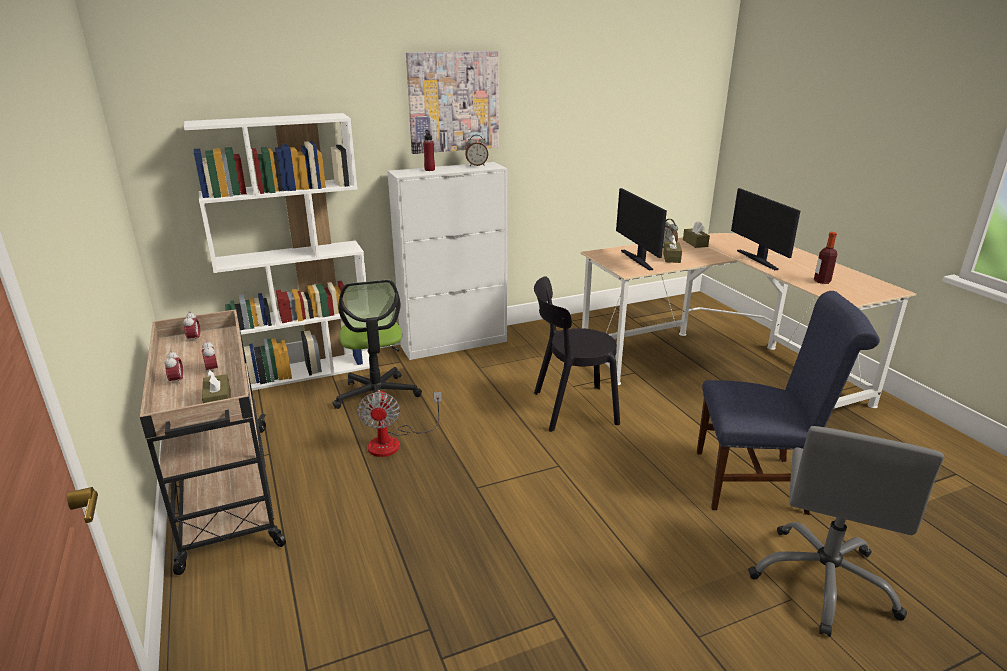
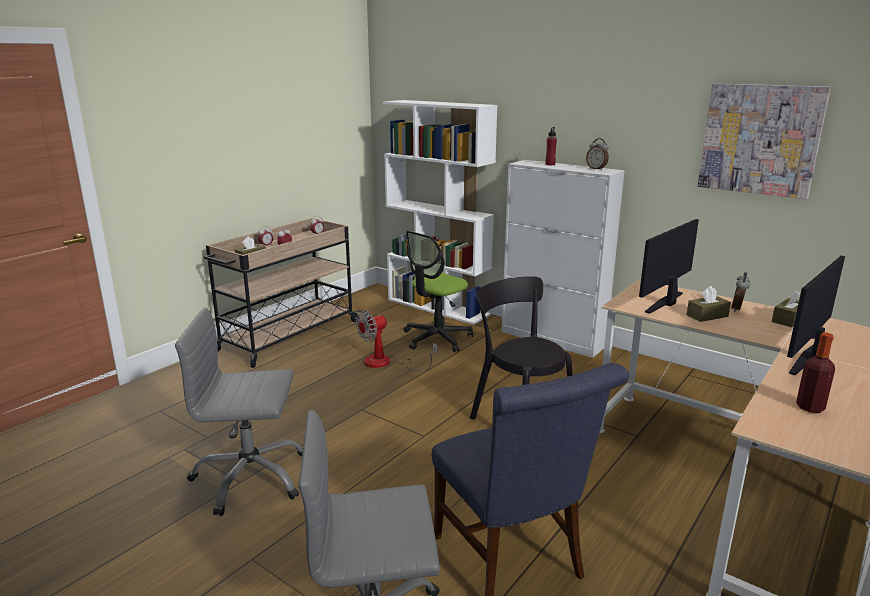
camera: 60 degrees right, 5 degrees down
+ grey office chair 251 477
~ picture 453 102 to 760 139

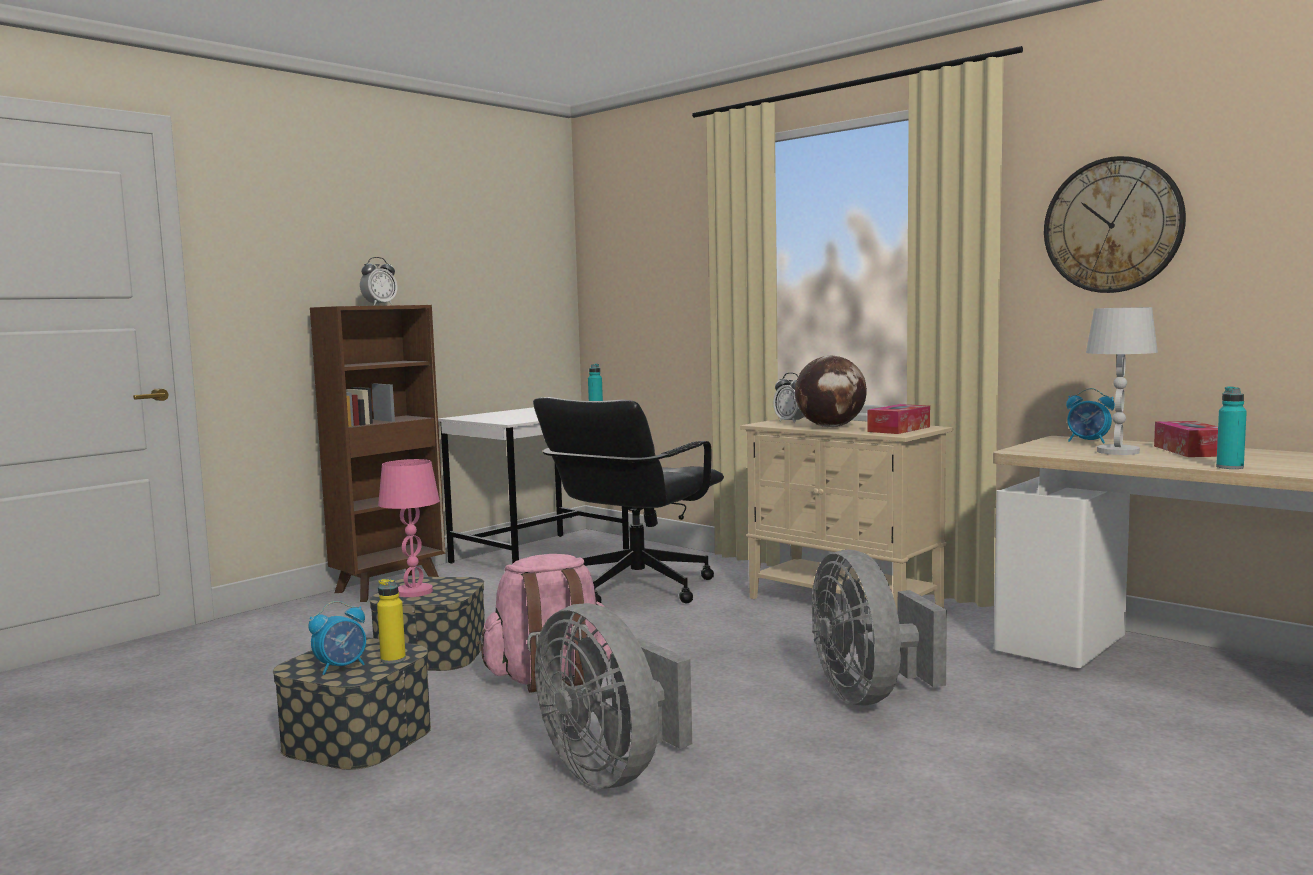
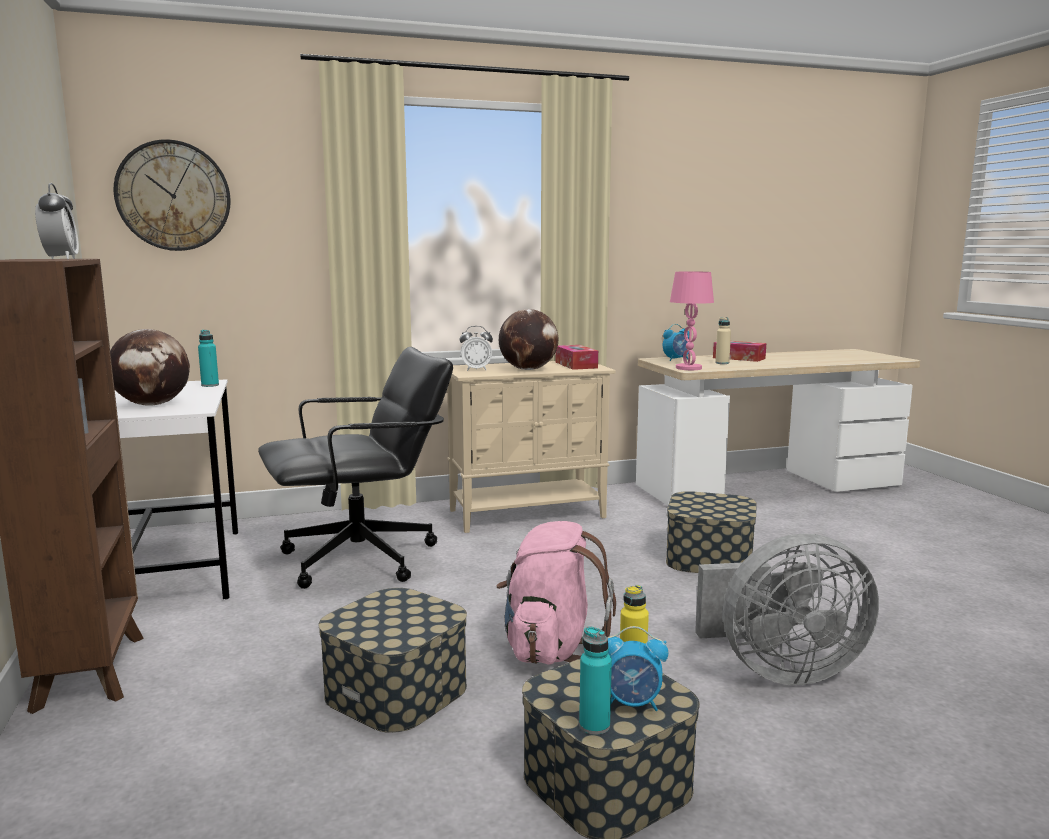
camera: 60 degrees left, 5 degrees up
+ globe 153 404
~ wall clock 1113 225 to 173 196
~ black office chair 635 588 = 362 559 90 degrees counterclockwise
~ turquoise bottle 1229 467 to 594 725
~ alarm clock 341 667 = 632 704 105 degrees clockwise
~ grey fan 869 695 to storage box 709 558
~ pink table lamp 414 592 to 688 368
~ white table lamp 1117 452 to beige bottle 722 363

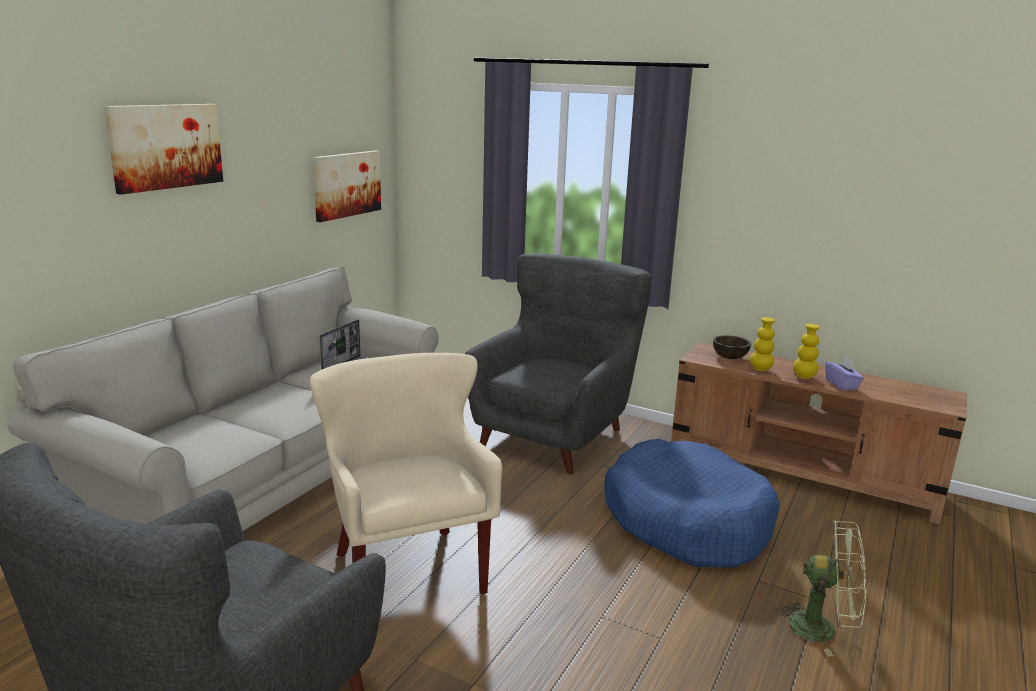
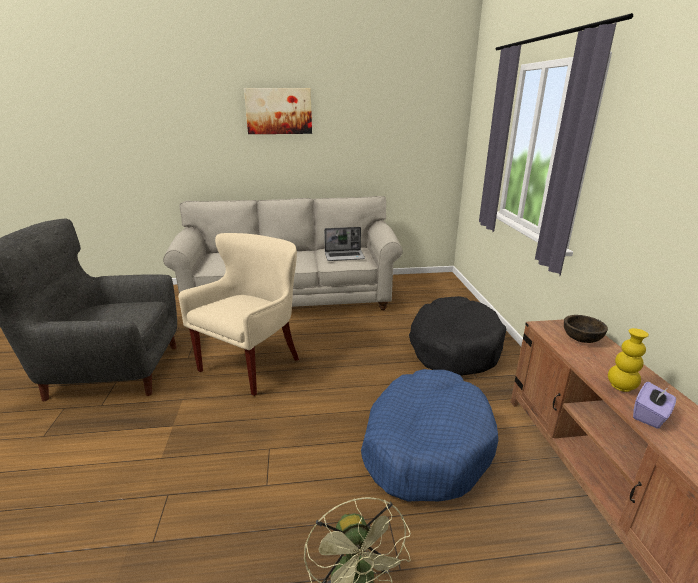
camera: 55 degrees right, 5 degrees up
~ grey armchair 554 435 to black dog bed 454 347
- picture 346 184
- yellow vase 760 369

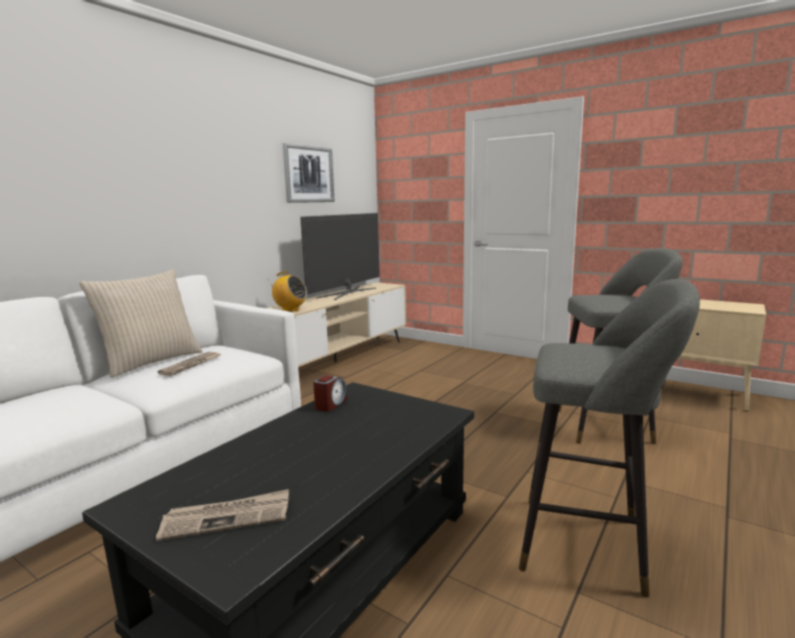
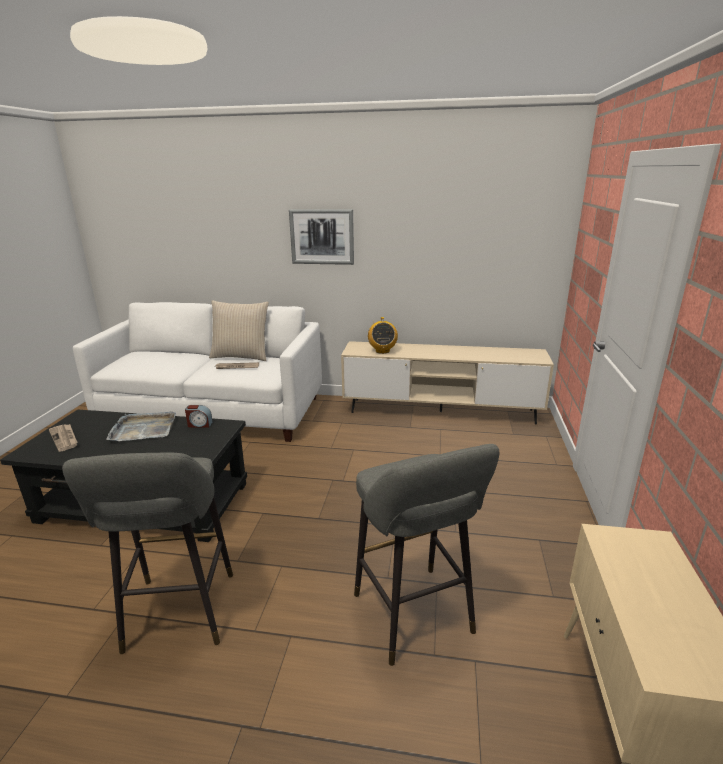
camera: 65 degrees right, 10 degrees up
+ grey tray 143 429
~ picture 309 174 to 322 237
- television 347 293

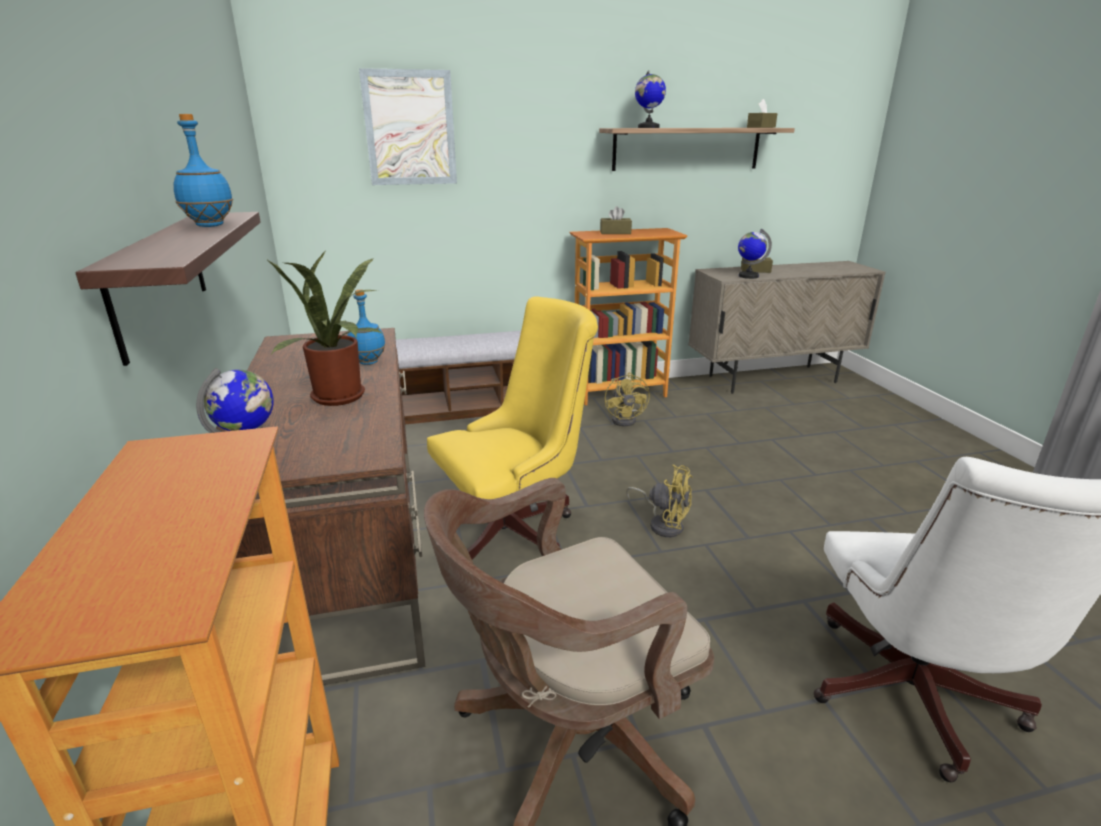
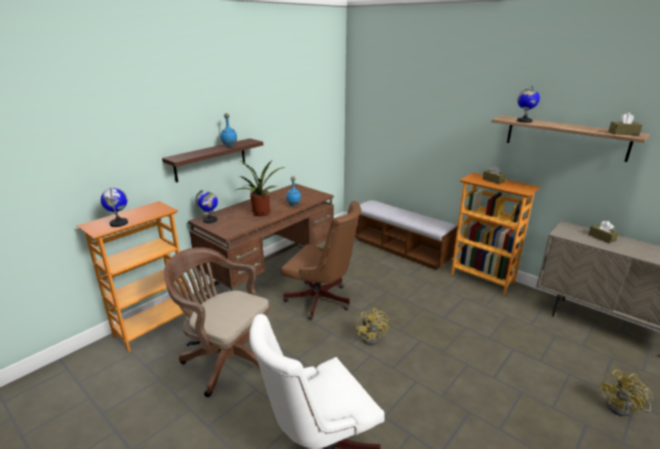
camera: 55 degrees right, 0 degrees up
~ globe 748 276 to 119 223
~ yellow office chair 515 531 to brown office chair 322 301
~ yellow fan 627 419 to 623 408
- picture 410 128

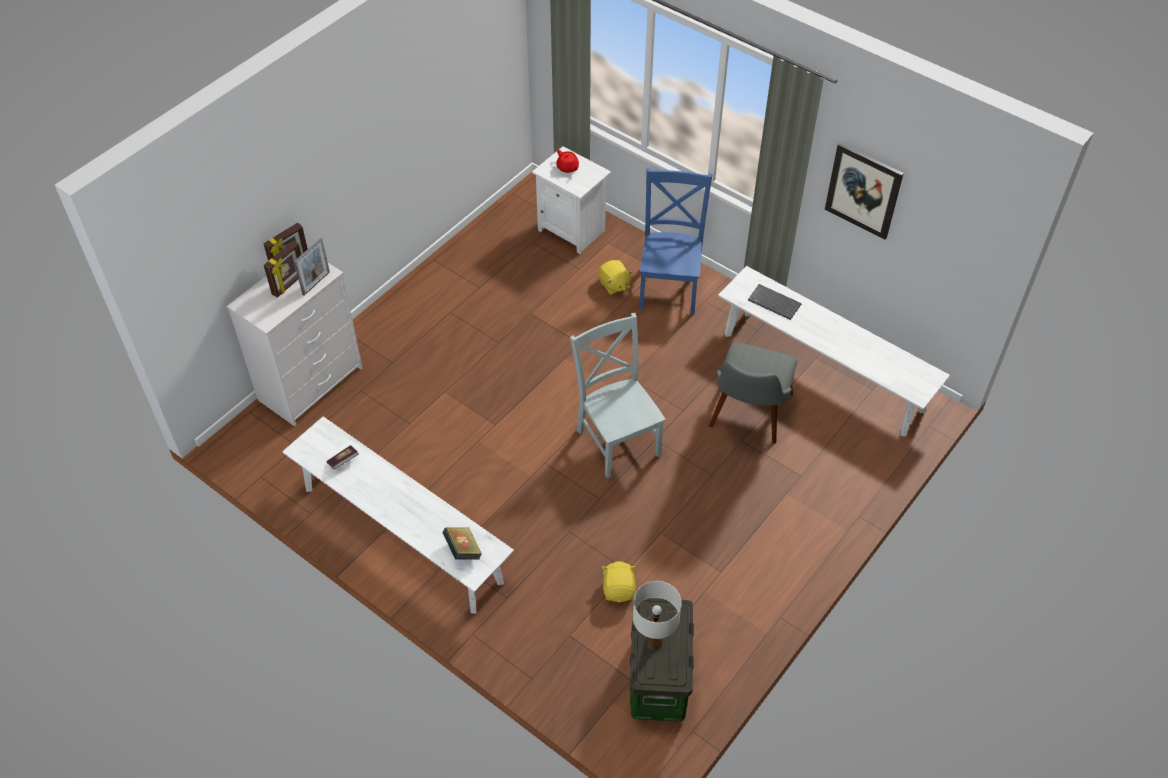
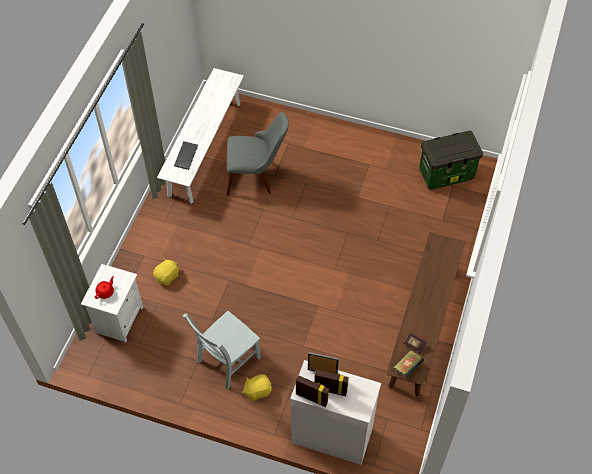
camera: 110 degrees left, 5 degrees up
~ grey chair 617 439 to 226 361
~ yellow plush toy 619 589 to 257 391
~ white bench 402 535 to brown bench 422 325
~ book 463 550 to 407 367
- white table lamp 654 641
- blue chair 670 287
- picture 863 190

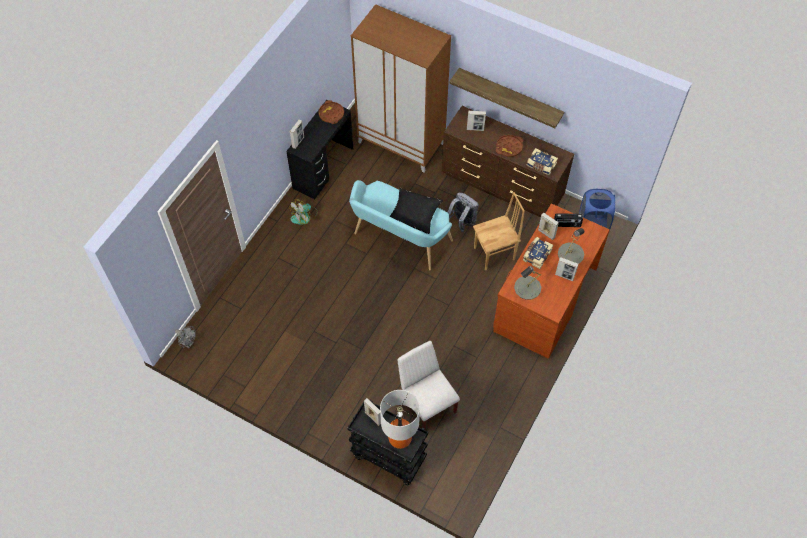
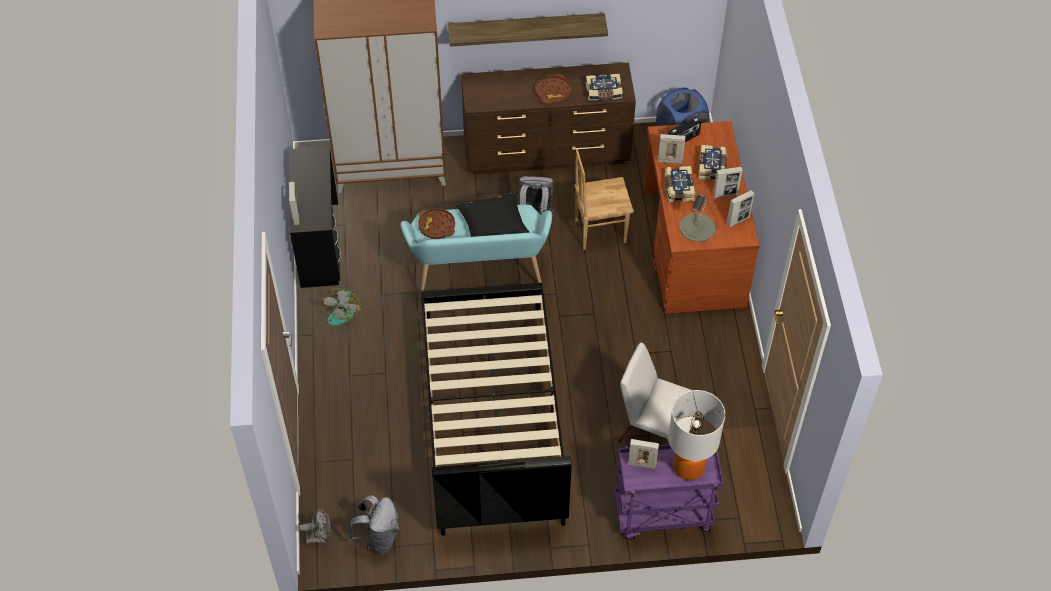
camera: 35 degrees left, 5 degrees down
+ grey backpack 378 538
~ brown tray 331 114 to 436 226
+ black bed 492 418
~ brown chair 495 254 = 599 230 135 degrees counterclockwise
~ black cart 387 457 to purple cart 662 515
~ grey table lamp 570 254 to book 712 167
~ picture frame 475 129 to 738 220

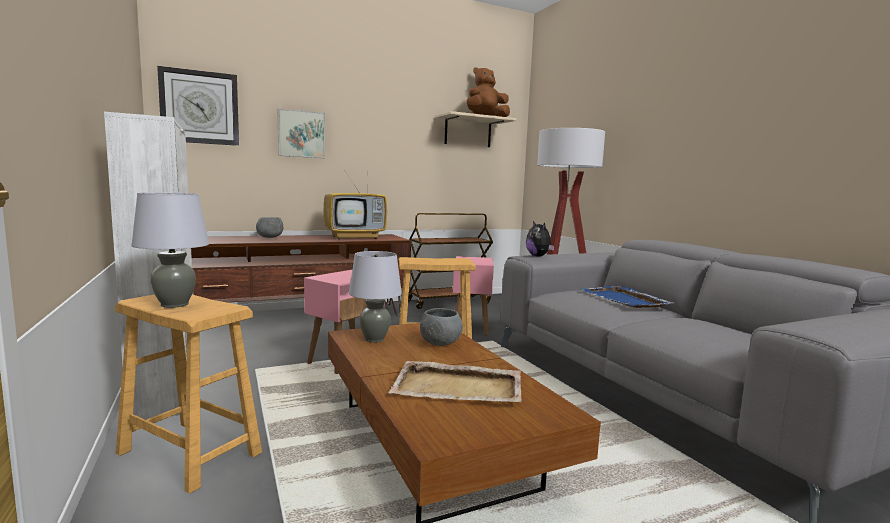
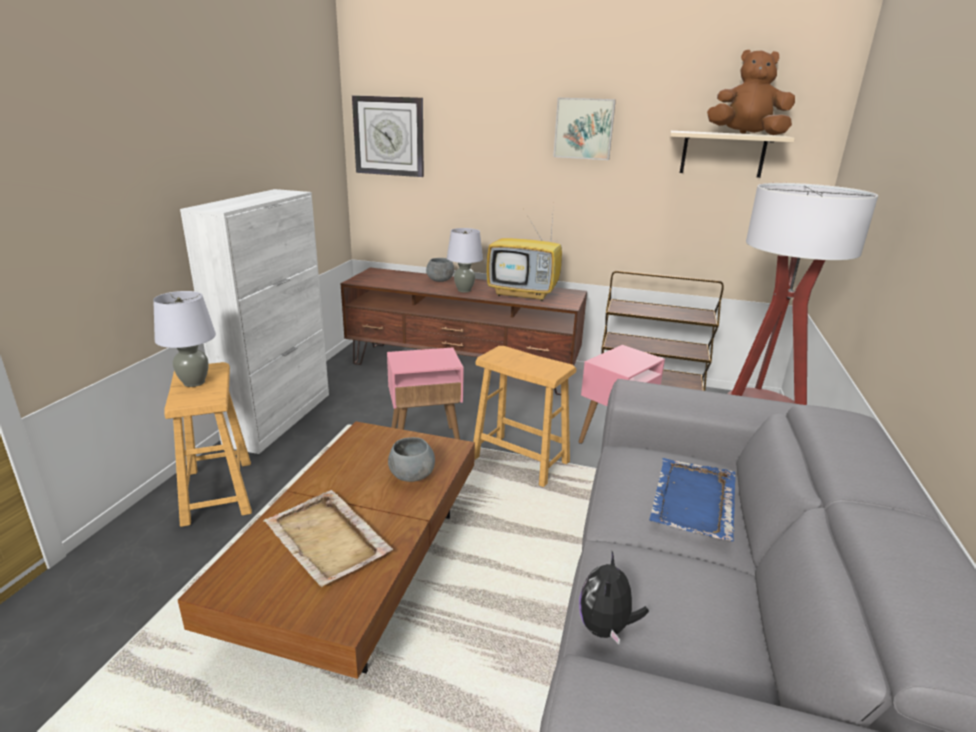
camera: 40 degrees right, 15 degrees up
~ grey table lamp 374 339 to 464 290
~ picture 301 134 to 584 128
~ plush toy 538 256 to 606 628

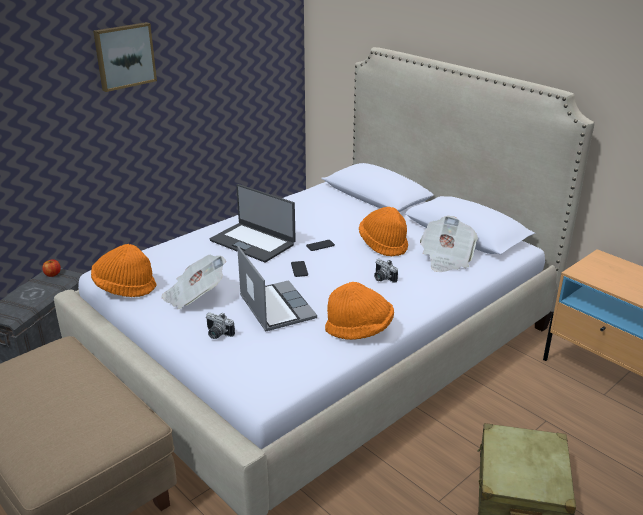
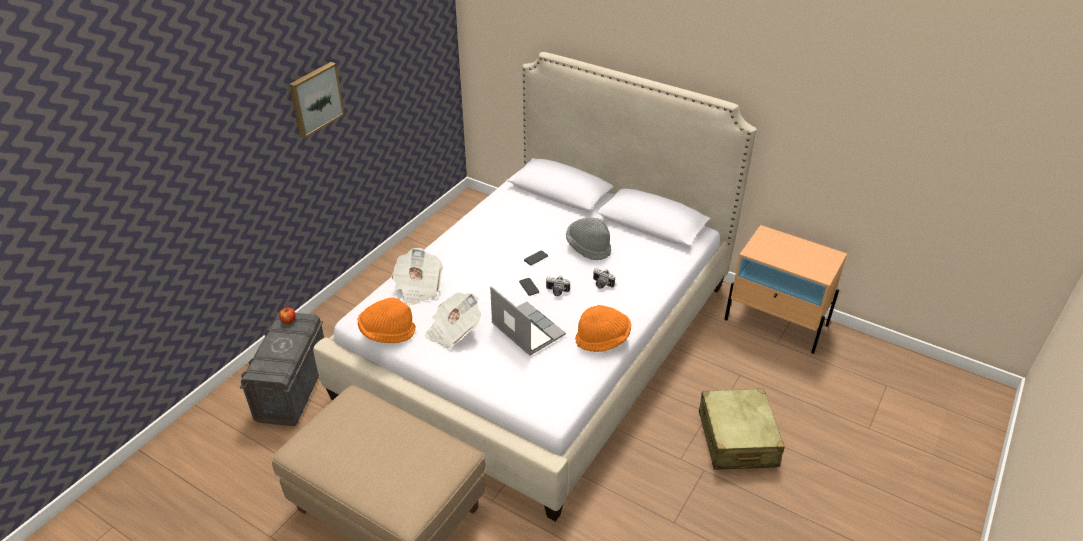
camera: 15 degrees left, 10 degrees up
~ newspaper 446 258 to 418 288
~ photo camera 217 334 to 556 292
~ orange hat 383 244 to grey hat 588 248
- laptop 253 242

